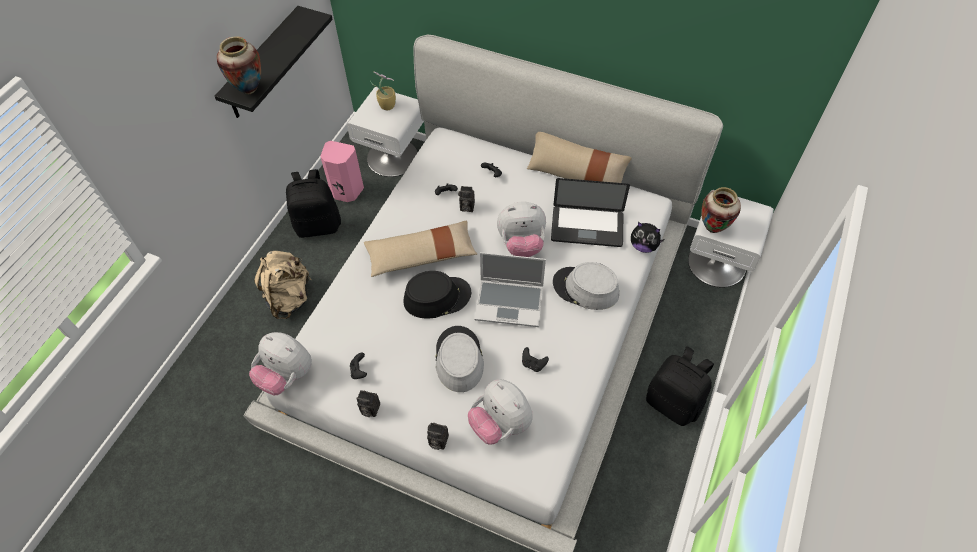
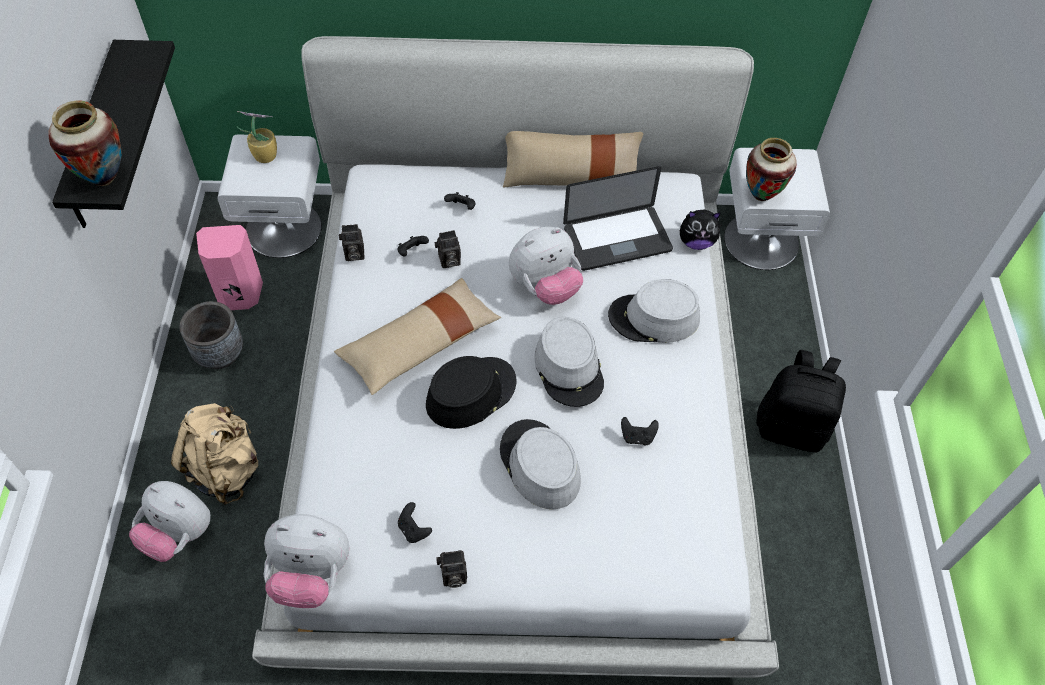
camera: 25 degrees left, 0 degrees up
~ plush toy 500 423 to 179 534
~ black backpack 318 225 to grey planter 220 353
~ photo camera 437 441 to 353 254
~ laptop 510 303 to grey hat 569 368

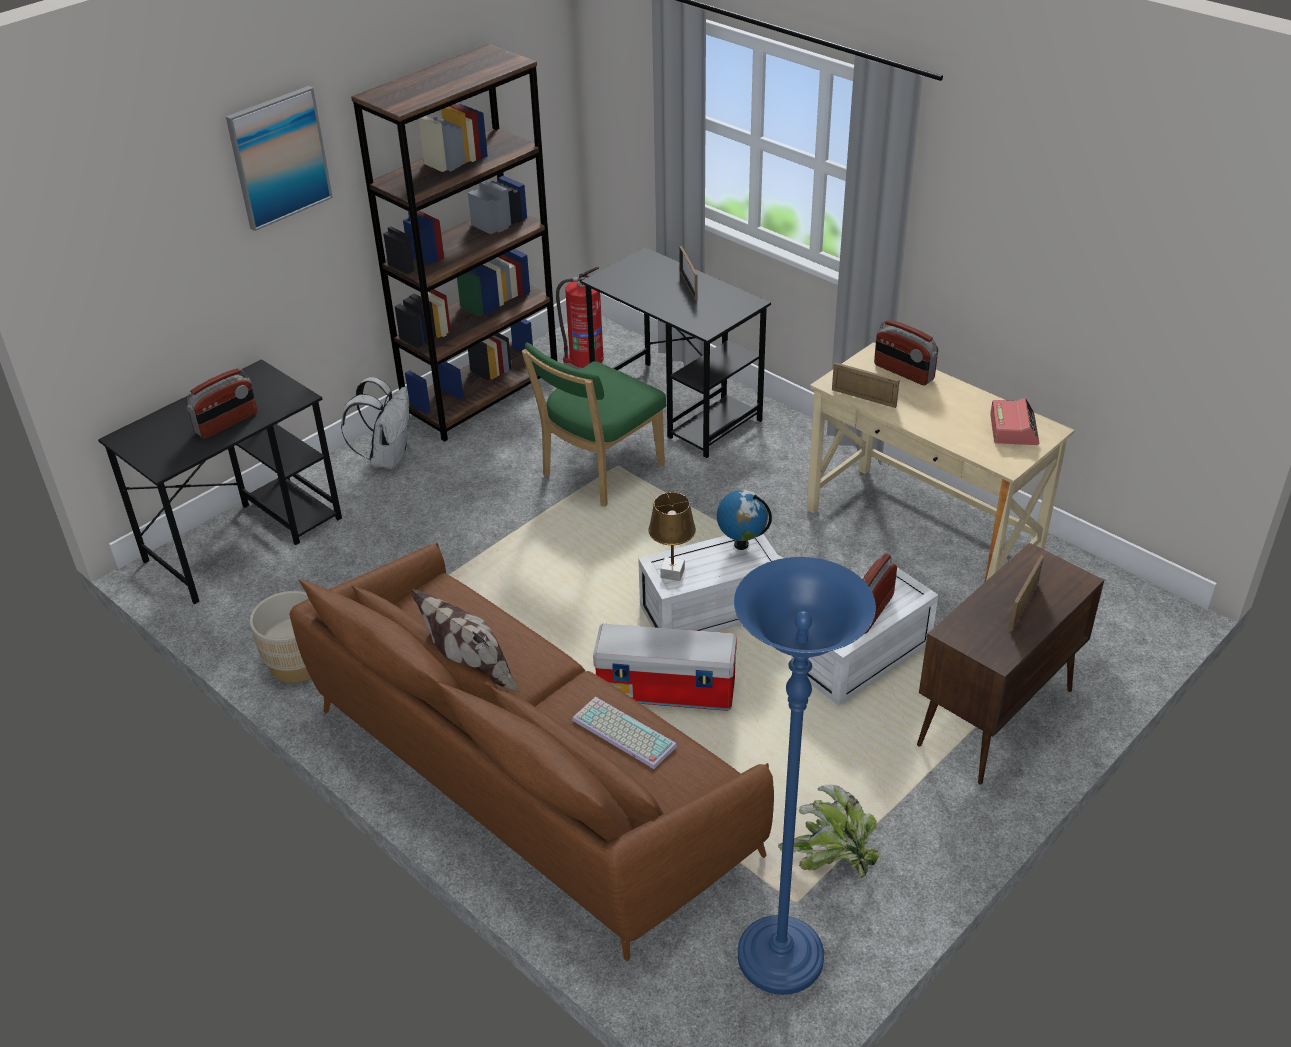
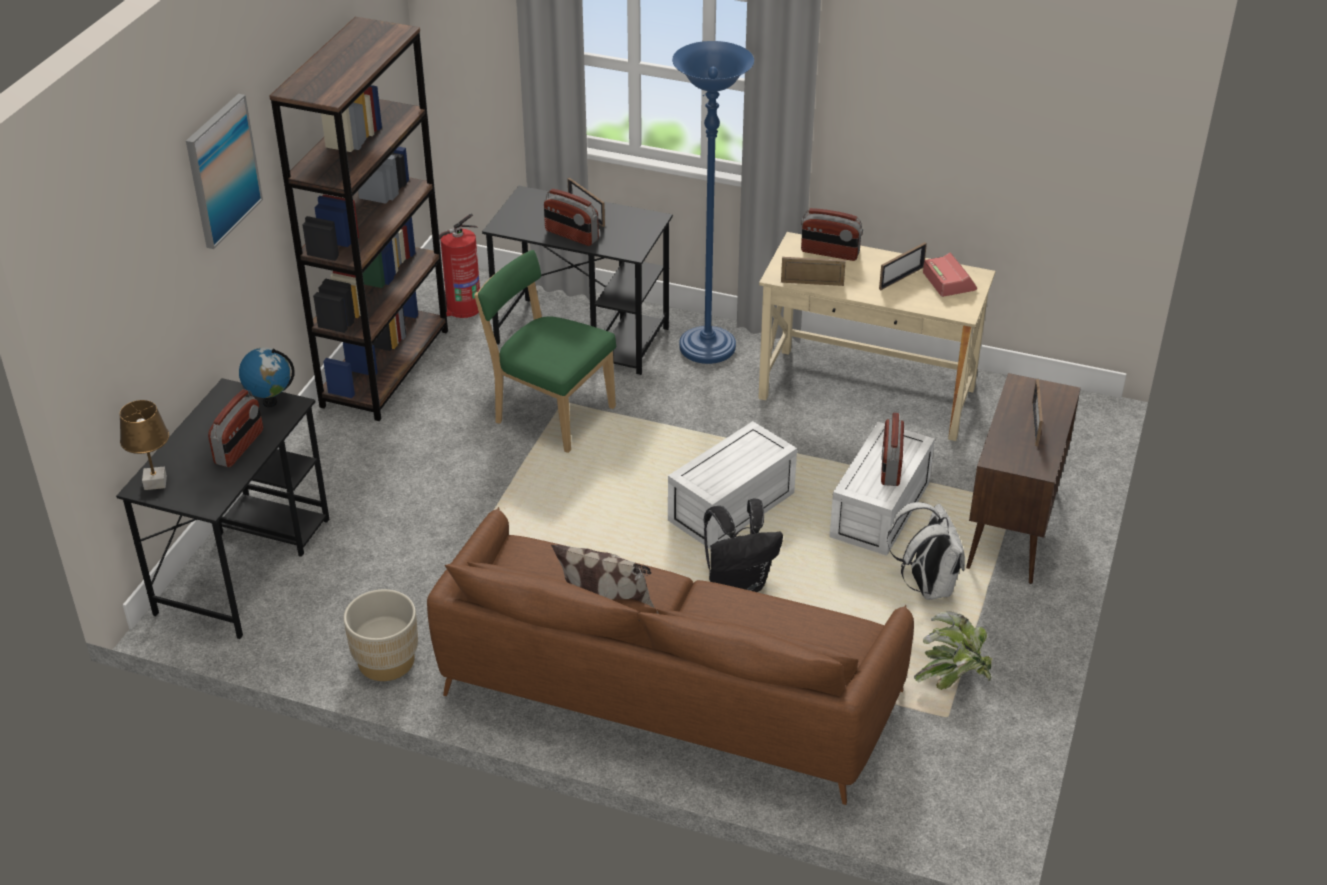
camera: 25 degrees left, 0 degrees up
~ brown table lamp 672 573 to 155 483
~ globe 741 544 to 270 402
~ green chair 598 473 = 550 413 105 degrees clockwise
+ radio 571 235
~ blue floor lamp 780 958 to 707 348
~ storage box 668 689 to black backpack 738 584
+ picture frame 901 278
~ white backpack 387 458 to 926 585
- keyboard 621 733

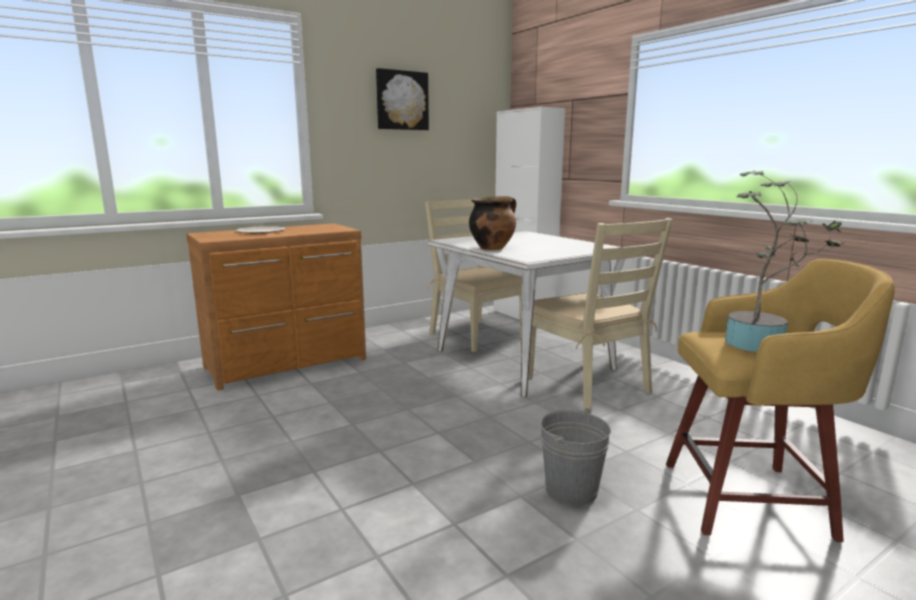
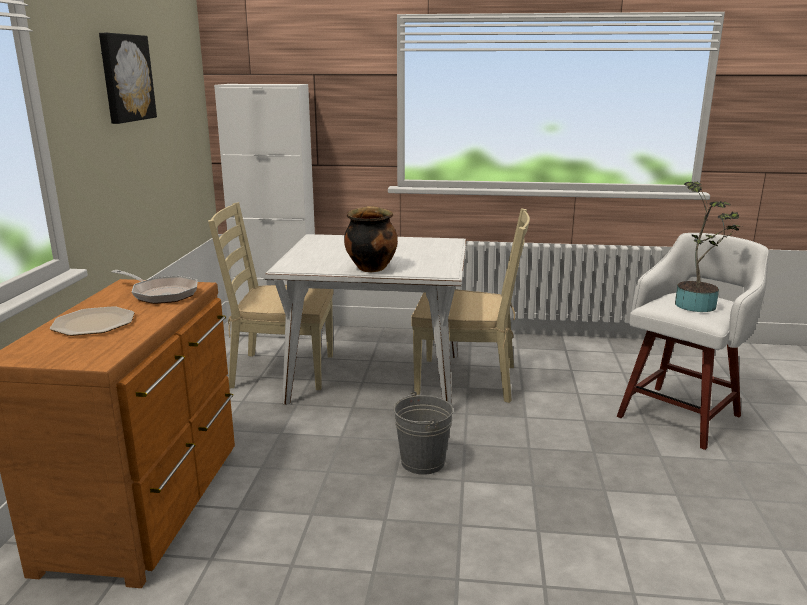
camera: 50 degrees left, 5 degrees up
+ frying pan 161 294
~ grey bucket 571 490 to 422 462
~ yellow stool 751 500 to white stool 681 415

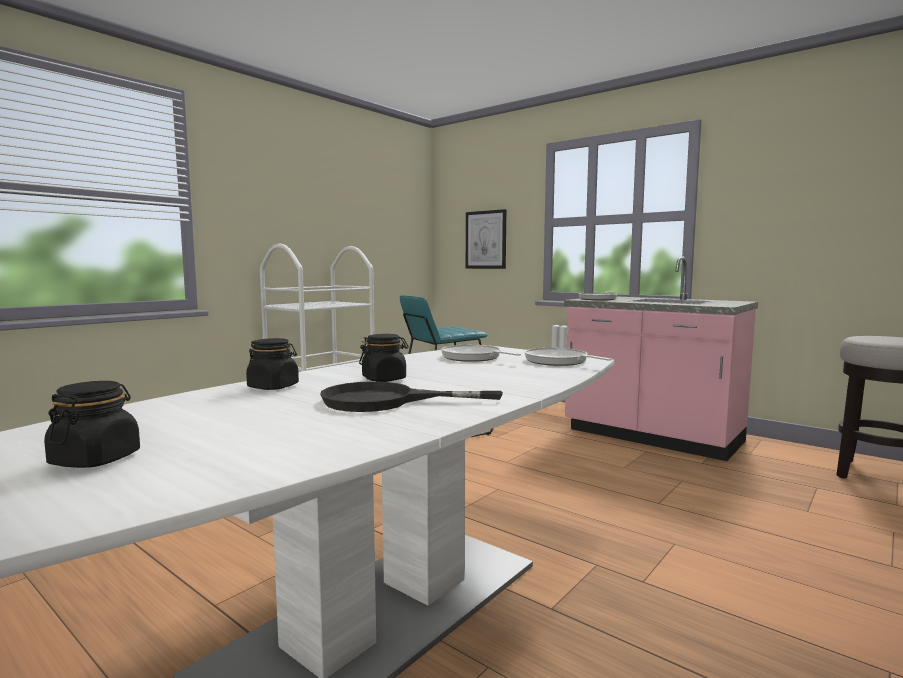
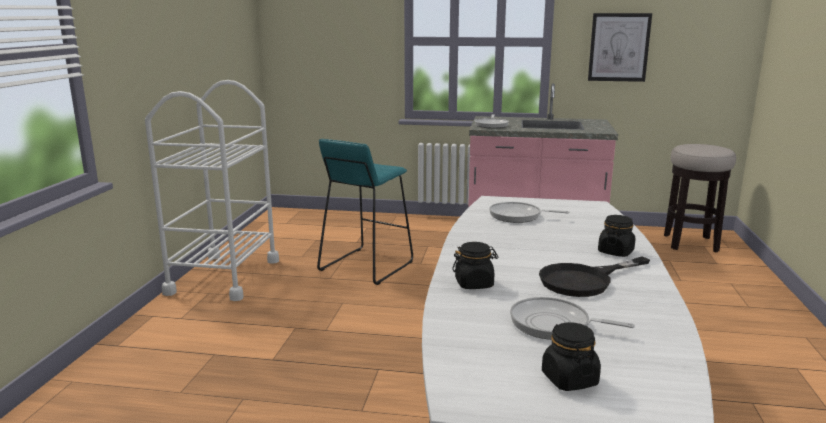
camera: 30 degrees left, 10 degrees up
~ frying pan 559 361 to 554 324
~ picture 486 240 to 619 47
~ black jar 384 379 to 615 252

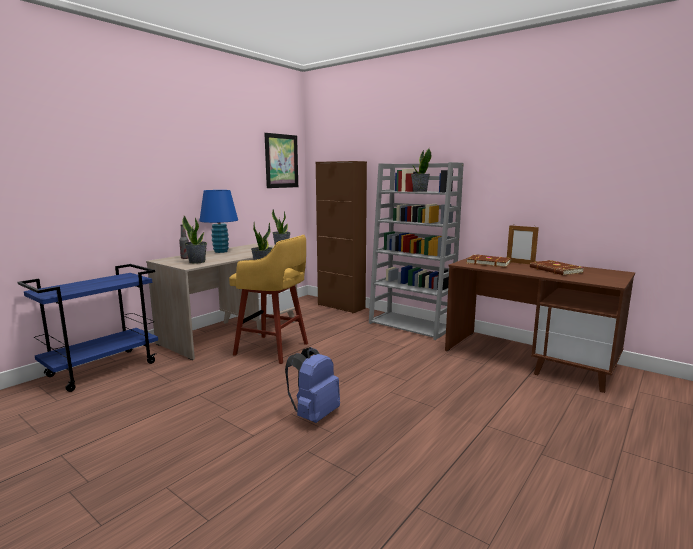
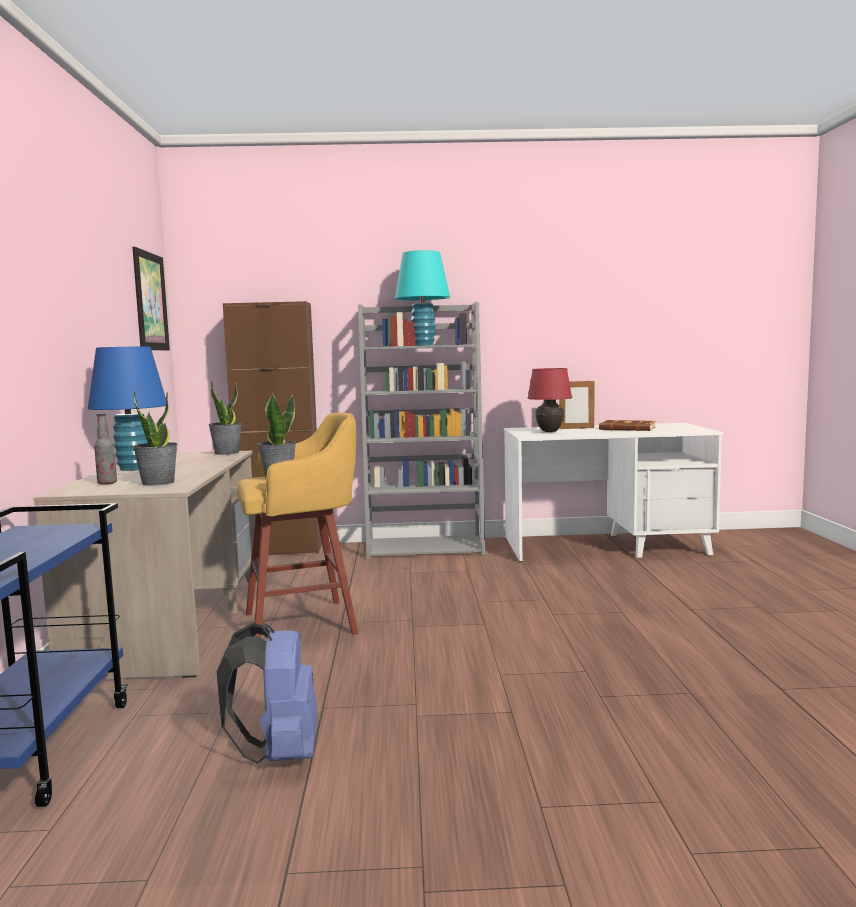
camera: 40 degrees left, 5 degrees down
~ blue backpack 314 415 to 279 753
~ potted plant 419 191 to turquoise table lamp 423 345
~ brown desk 530 358 to white desk 606 546
~ brown book 488 263 to red table lamp 549 432

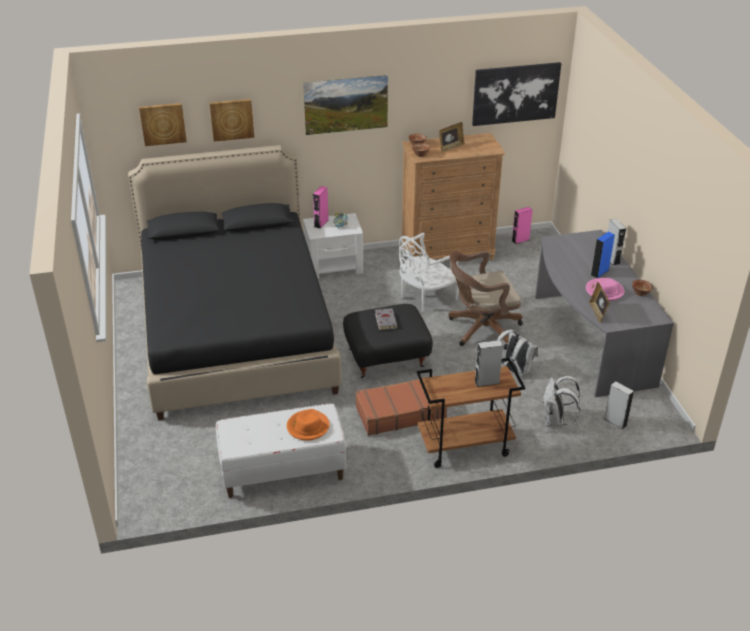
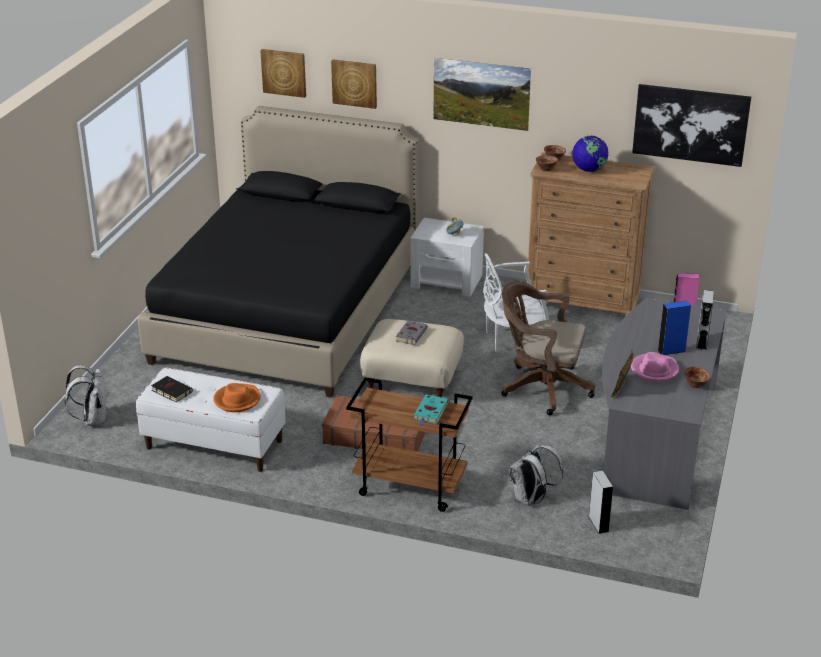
camera: 30 degrees right, 5 degrees down
~ white backpack 514 370 to 93 419
+ black book 171 391
~ black ottoman 386 359 to beige ottoman 411 383
~ grey speaker 487 382 to turquoise book 430 412
~ picture frame 450 147 to globe 589 170
- pink speaker 321 223

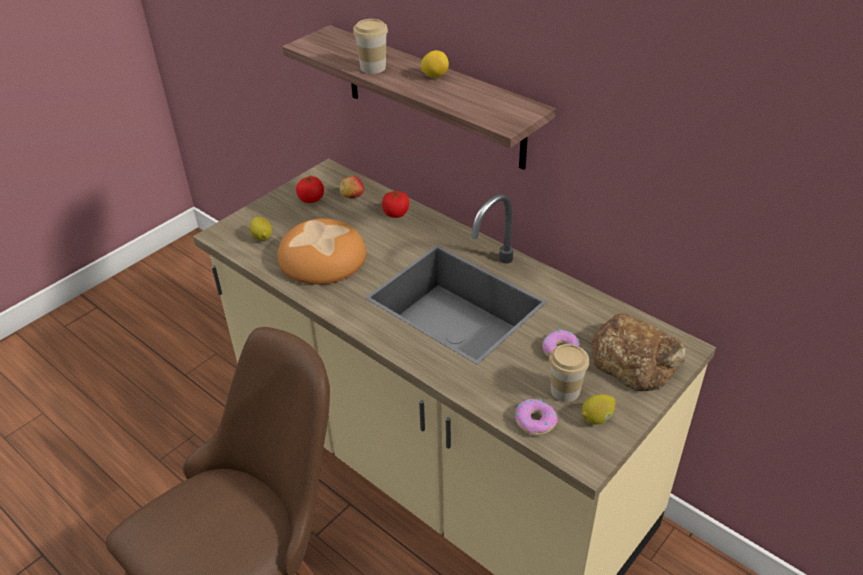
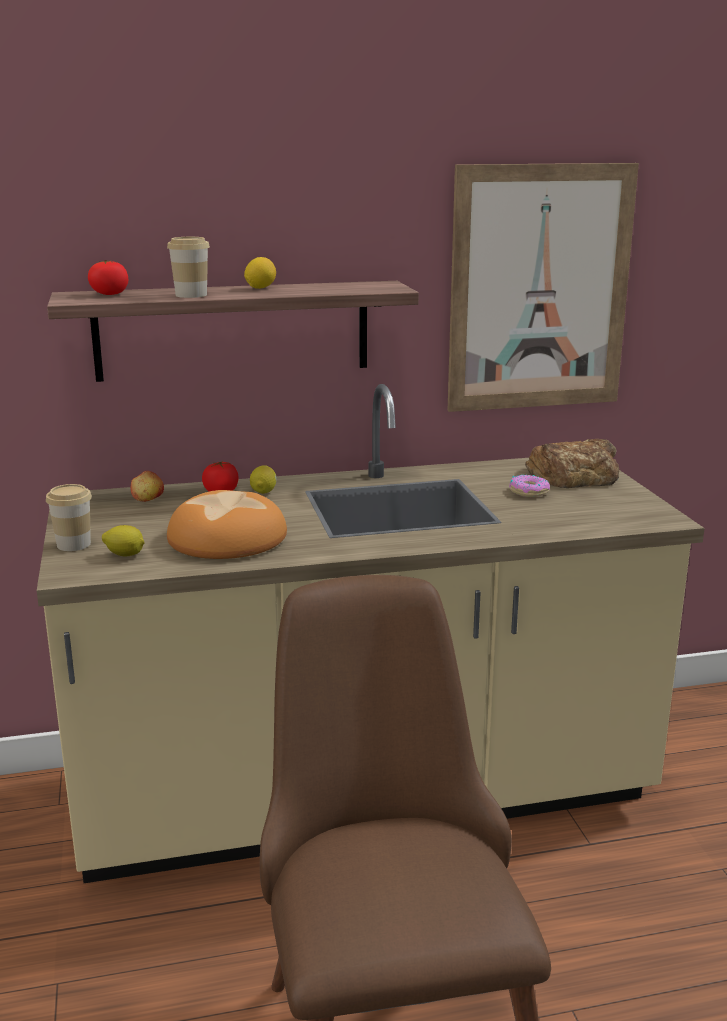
camera: 55 degrees left, 20 degrees down
~ cup 565 391 to 73 544
~ tomato 311 199 to 109 294
~ lemon 597 418 to 264 491
+ picture 539 289
- donut 535 421

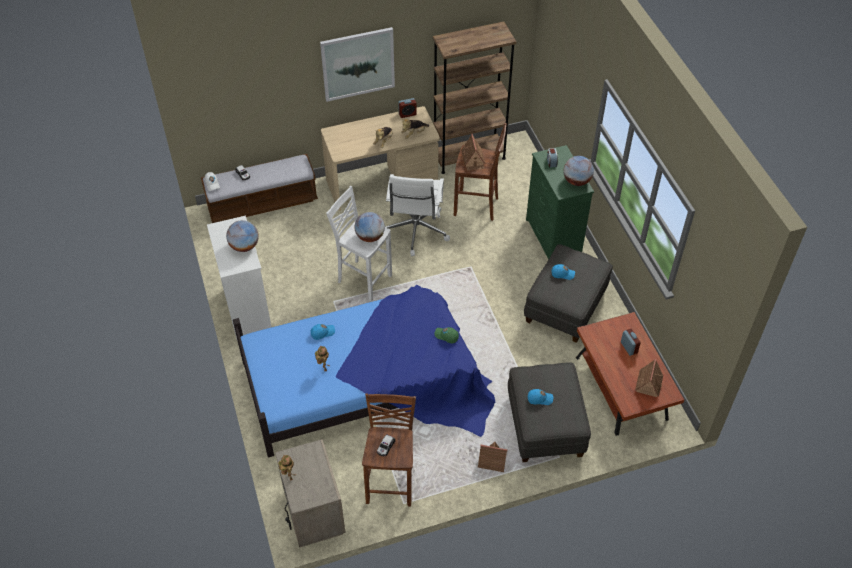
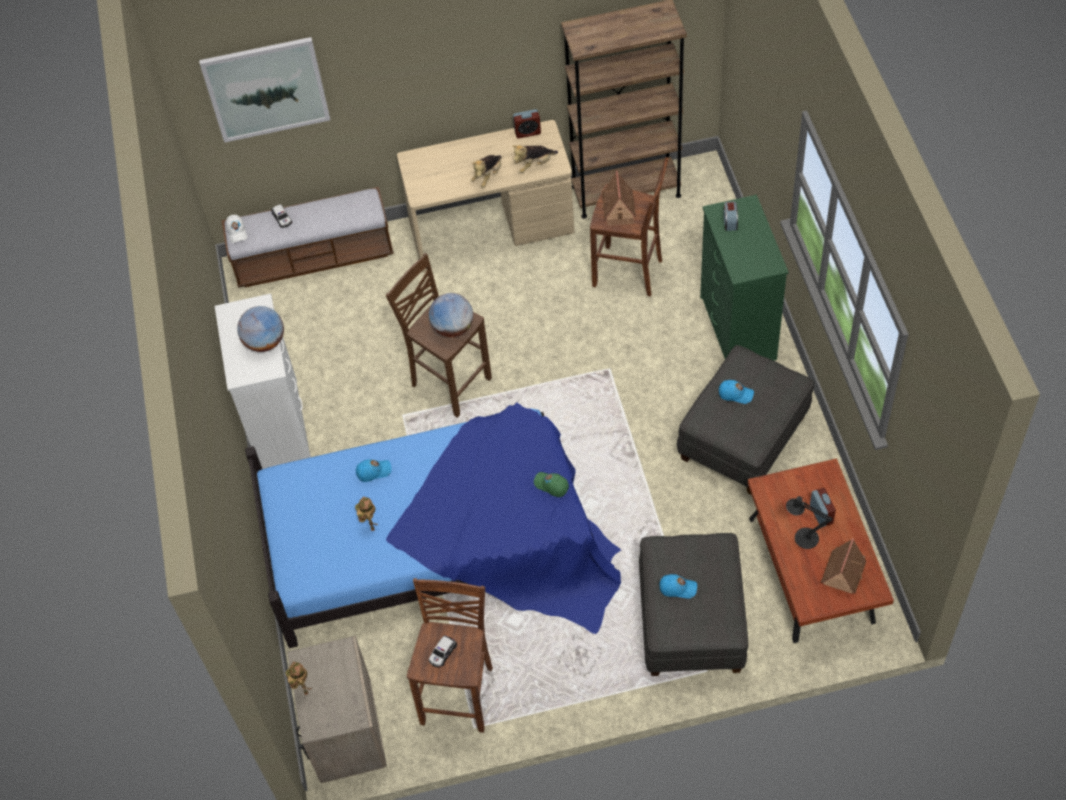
camera: 10 degrees right, 5 degrees up
~ picture 358 64 to 266 89
~ white stool 363 279 to brown stool 449 382
+ black table lamp 802 537
- white office chair 415 231
- toy house 490 460
- globe 576 181

